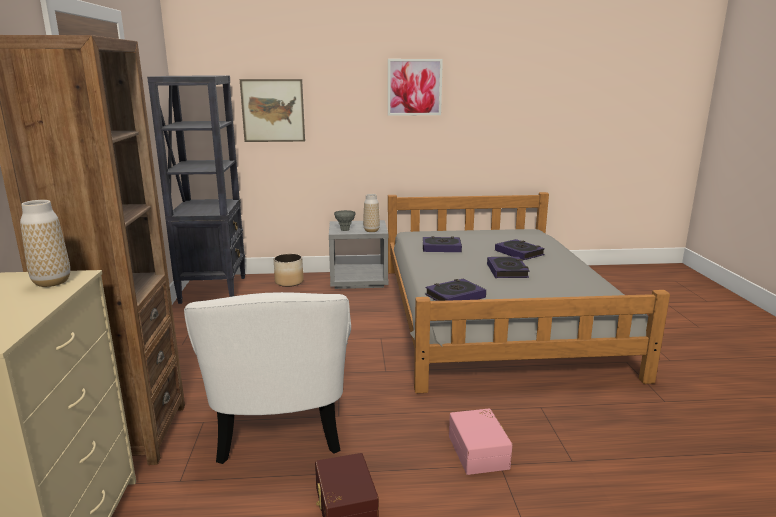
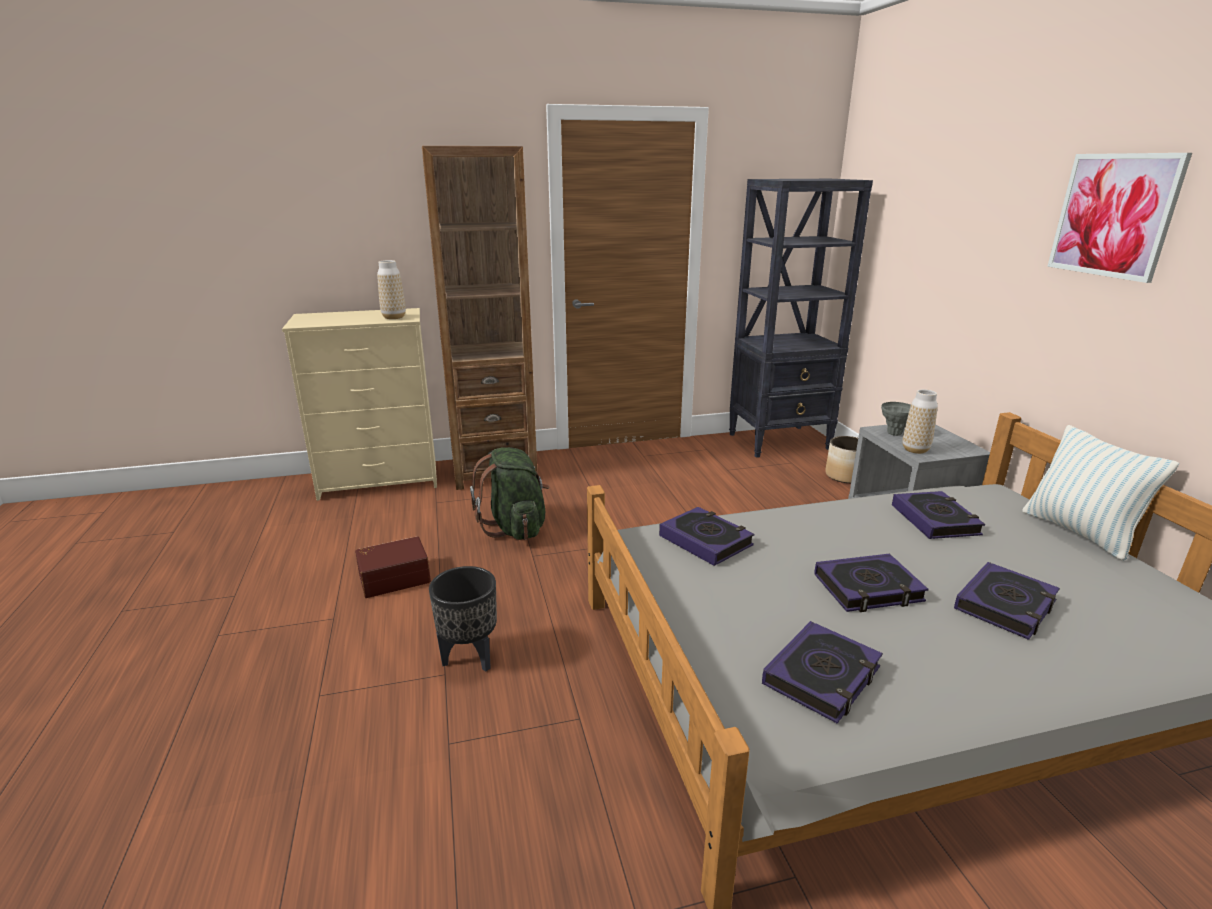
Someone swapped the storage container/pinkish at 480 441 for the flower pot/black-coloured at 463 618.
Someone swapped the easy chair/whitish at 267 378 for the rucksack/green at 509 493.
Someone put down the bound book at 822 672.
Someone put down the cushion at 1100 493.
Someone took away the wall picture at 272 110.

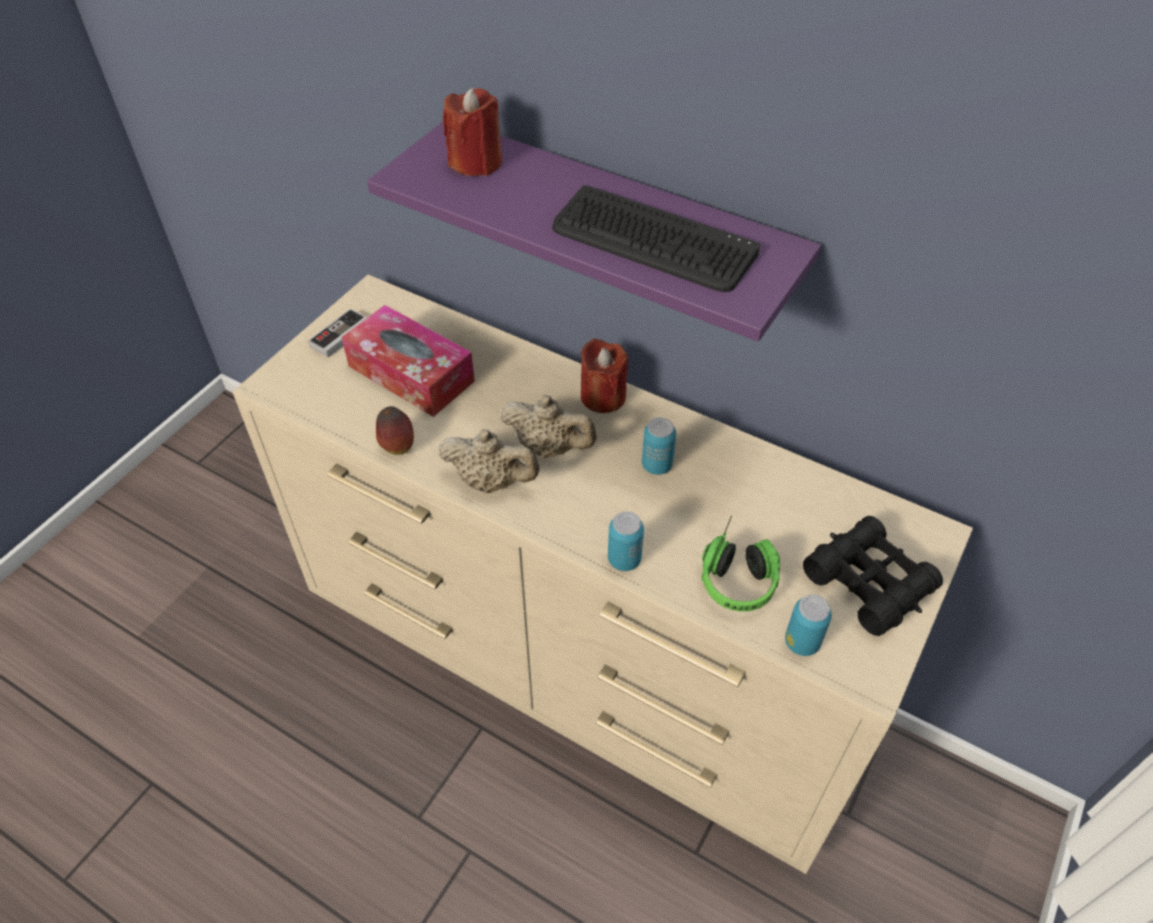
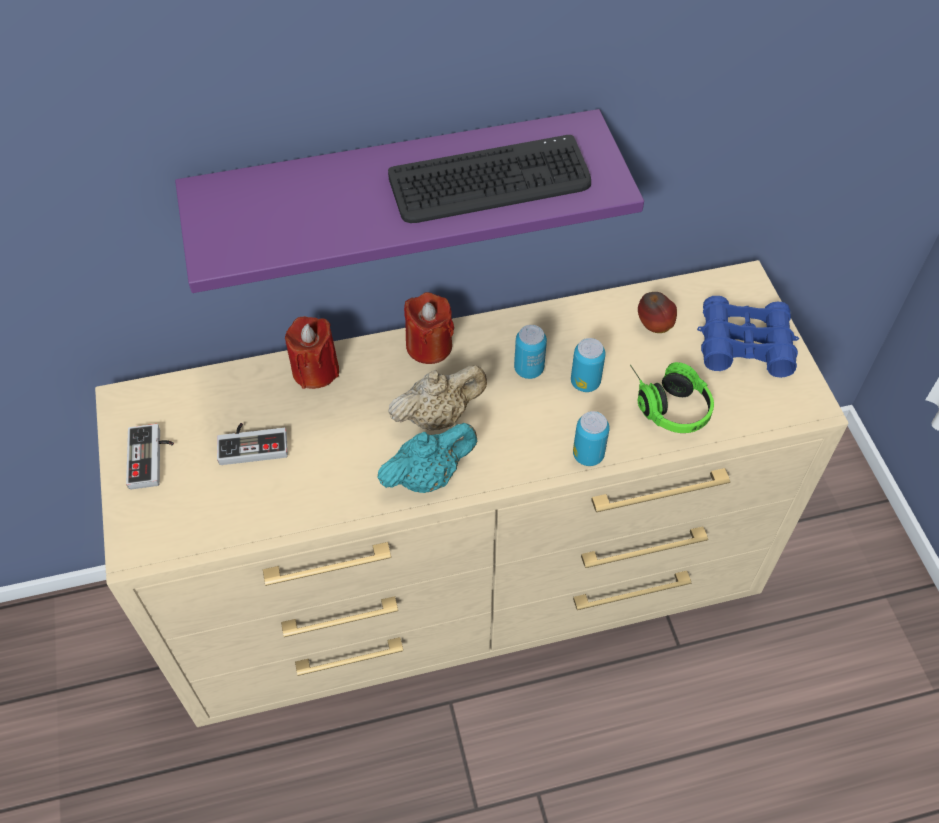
Someone swapped the tissue box at 408 361 for the gamepad at 252 444.
Someone carried the candle/reddish from 472 132 to 312 352.
Someone repainted the teapot/sand-coloured at 489 461, which became the teapot/blue-green at 427 458.
Someone carried the can from 808 625 to 588 365.
Someone carried the apple from 395 430 to 657 312.
Someone repainted the field glasses/black-coloured at 873 576, which became the field glasses/blue-coloured at 748 337.

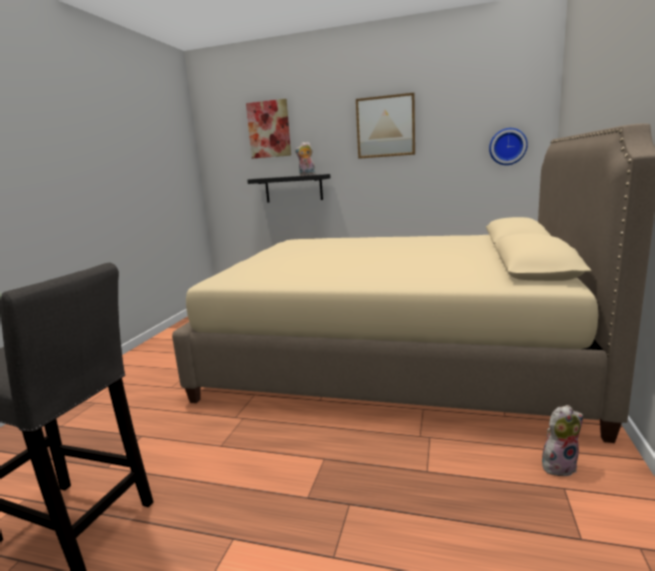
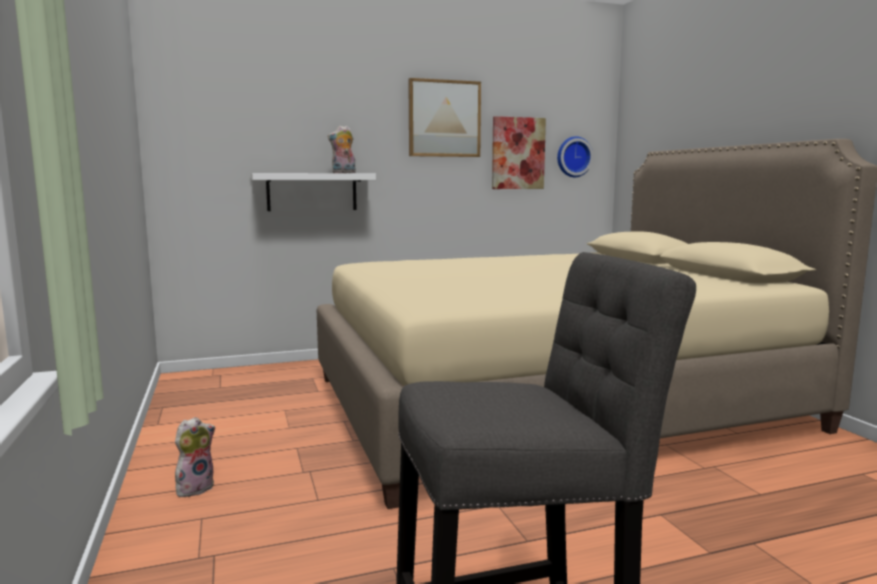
Someone carried the plush toy from 562 440 to 195 457.
Someone repainted the bracket shelf/black-coloured at 289 188, which became the bracket shelf/whitish at 313 192.
Someone carried the wall picture from 268 128 to 519 152.

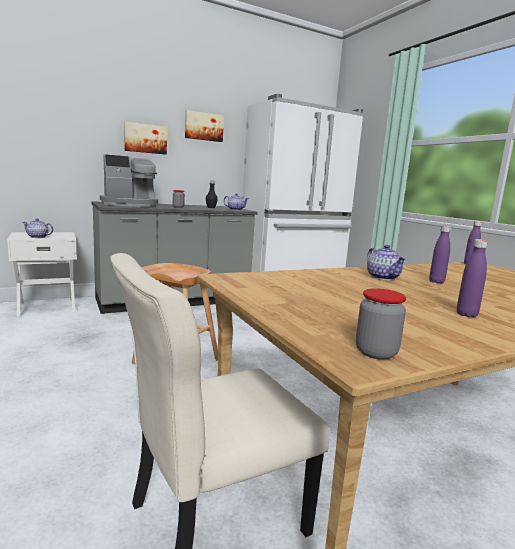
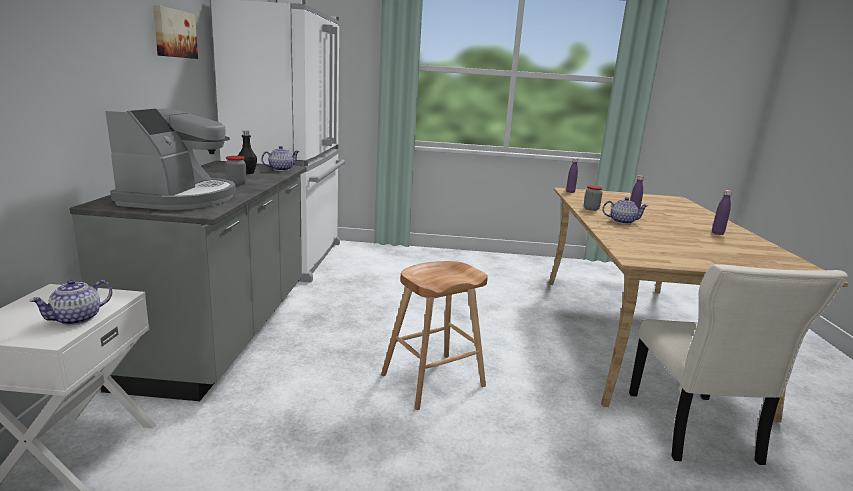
Someone carried the storage jar from 381 323 to 593 198.
Someone took away the wall picture at 145 138.

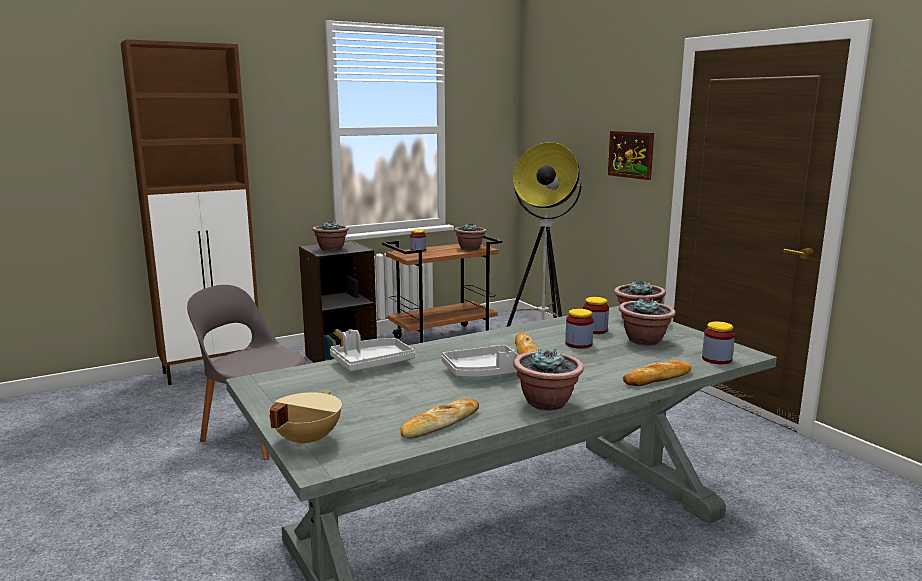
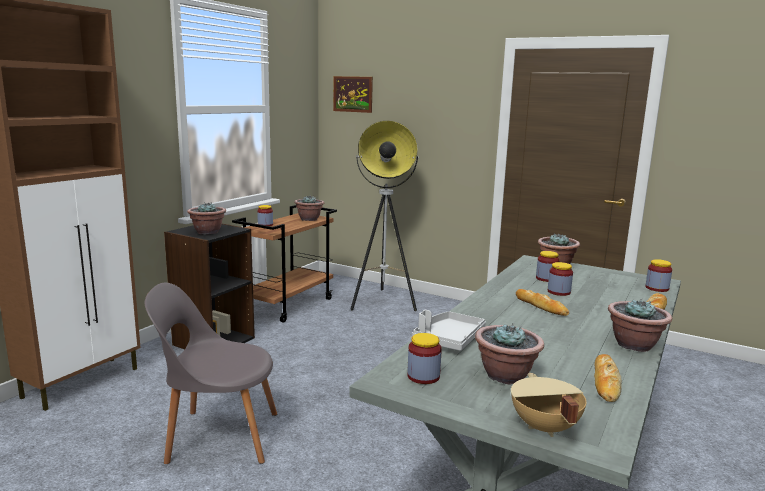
Someone carried the wall picture from 631 155 to 353 94.
Someone put down the storage jar at 424 358.
Someone carried the potted plant from 647 321 to 509 353.
Someone took away the serving tray/grey at 480 361.

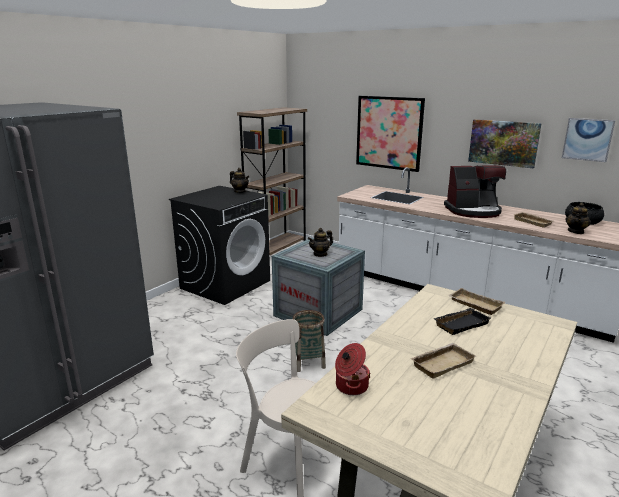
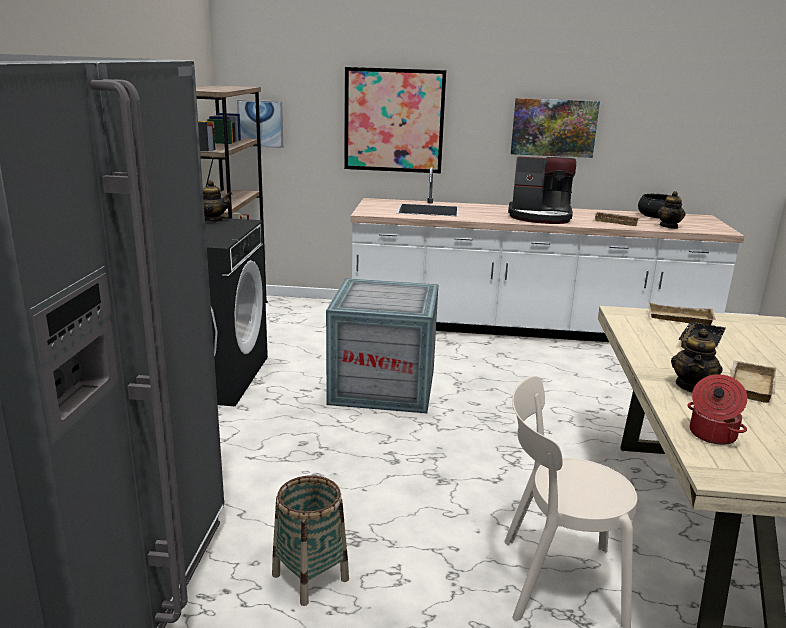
Someone carried the wall picture from 588 140 to 260 124.
Someone carried the household basket from 309 341 to 310 540.
Someone rotated the coffee brewer at 475 191 by 45 degrees clockwise.
Someone carried the teapot from 320 242 to 697 360.

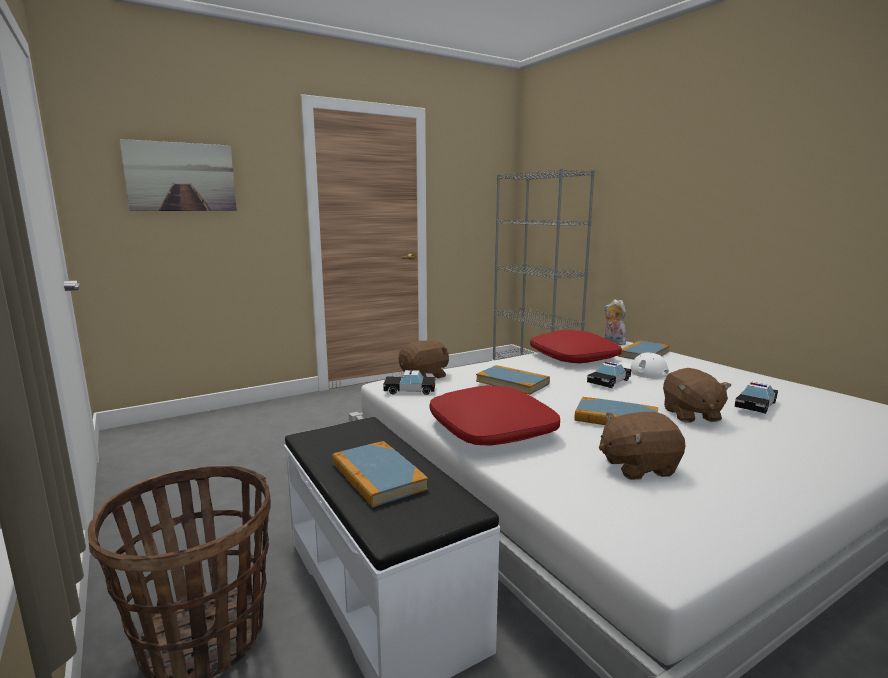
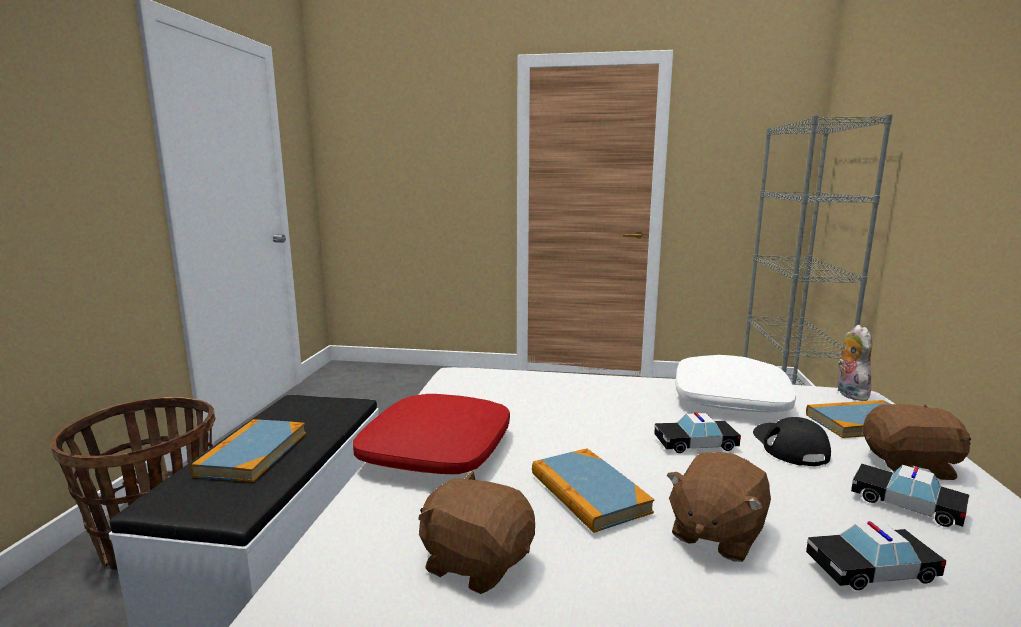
Someone repainted the cushion/reddish at 576 346, which became the cushion/whitish at 735 384.
Someone repainted the peaked cap/whitish at 643 365, which became the peaked cap/black-coloured at 792 441.
Someone carried the model car from 409 382 to 910 495.
Someone carried the plush toy/brownish from 424 359 to 917 442.
Someone took away the wall picture at 178 175.
Someone took away the bound book at 513 380.

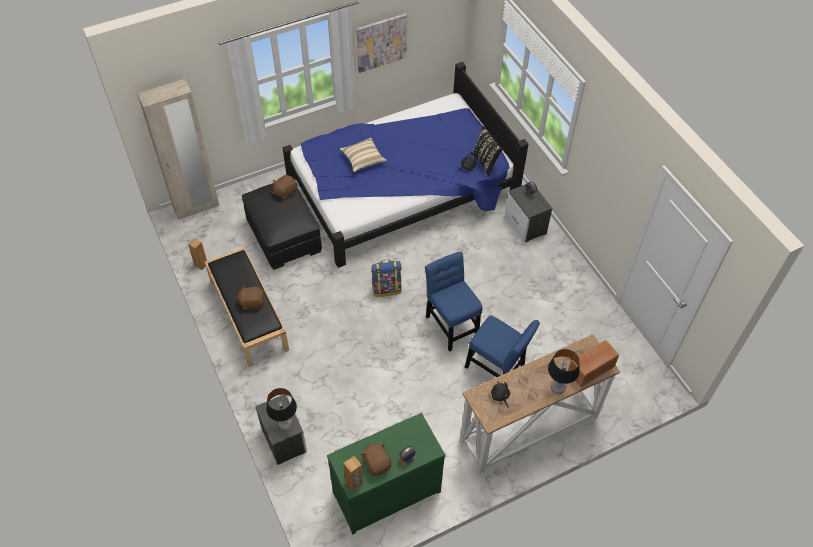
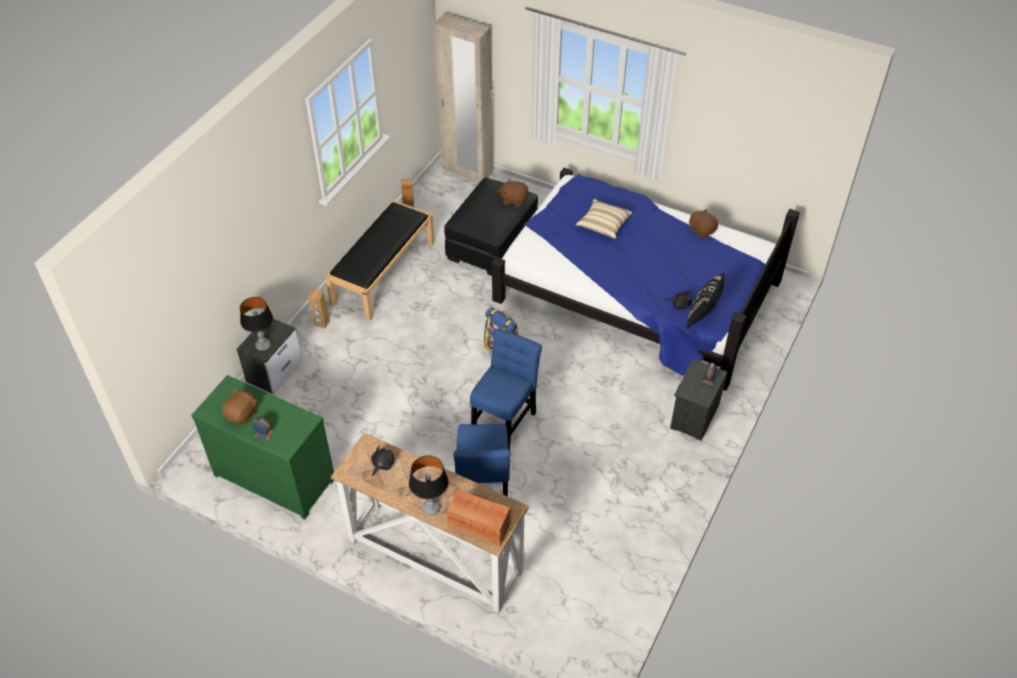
Someone carried the loudspeaker/brownish from 353 474 to 319 308.
Someone carried the plush toy/brownish from 250 298 to 703 223.
Someone took away the wall picture at 382 43.

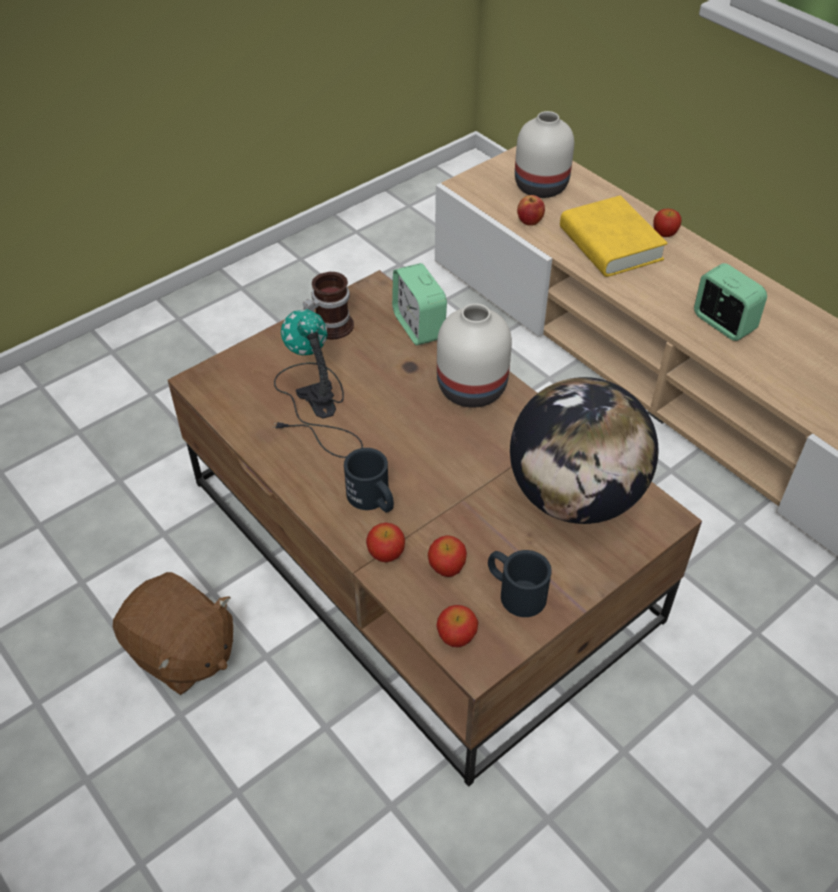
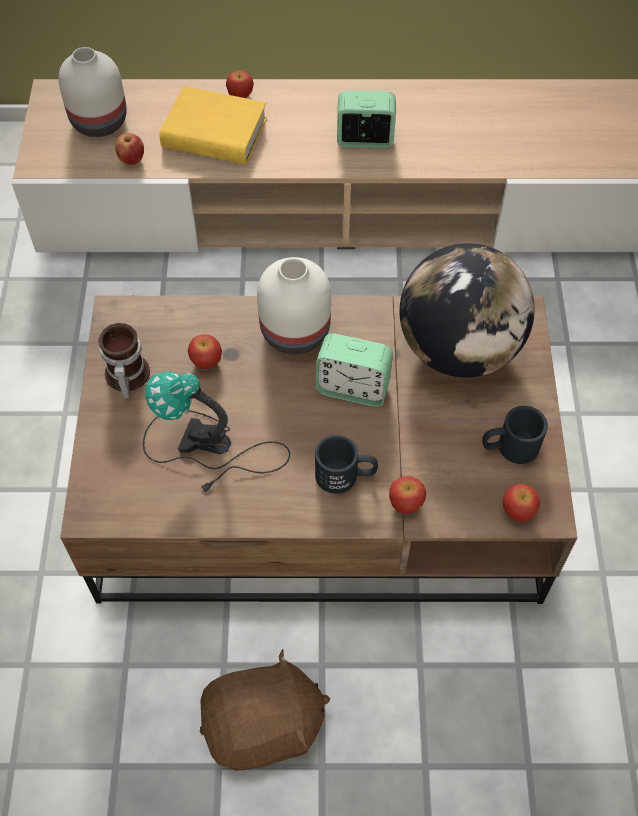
Someone carried the apple from 447 556 to 205 351.
Someone carried the alarm clock from 419 304 to 354 370.

